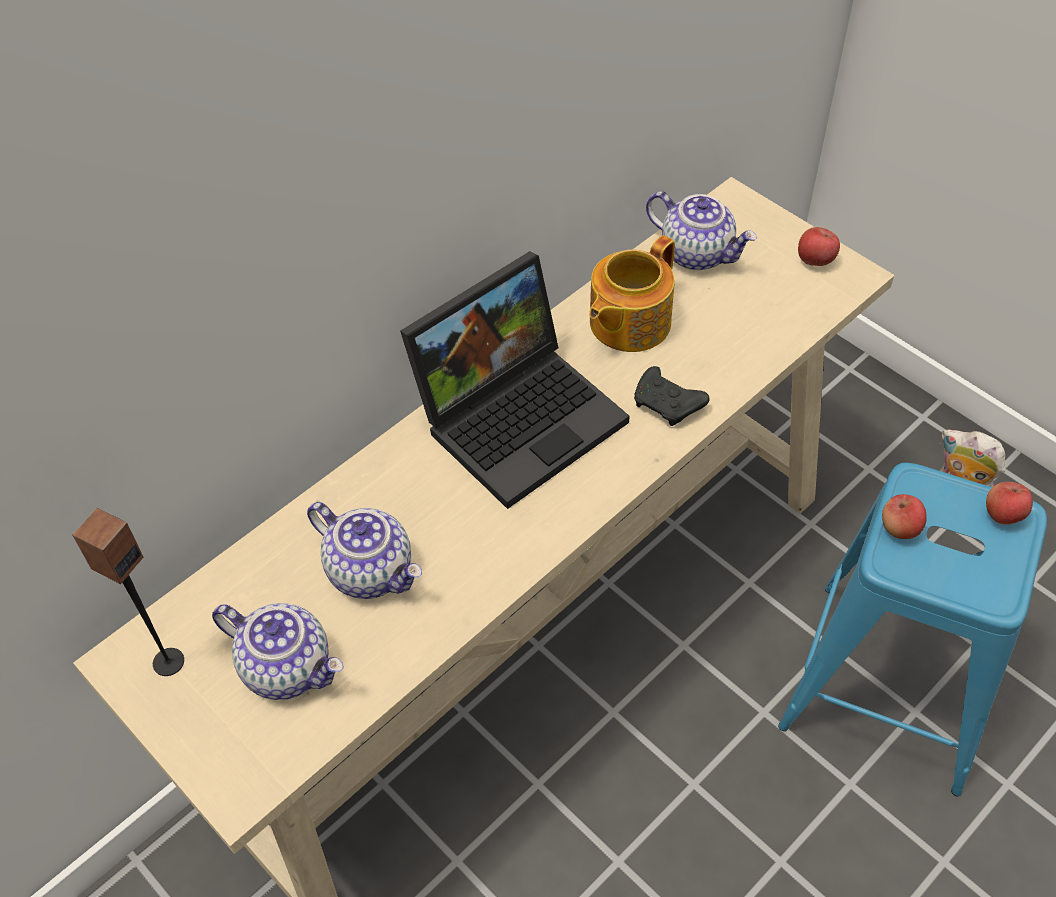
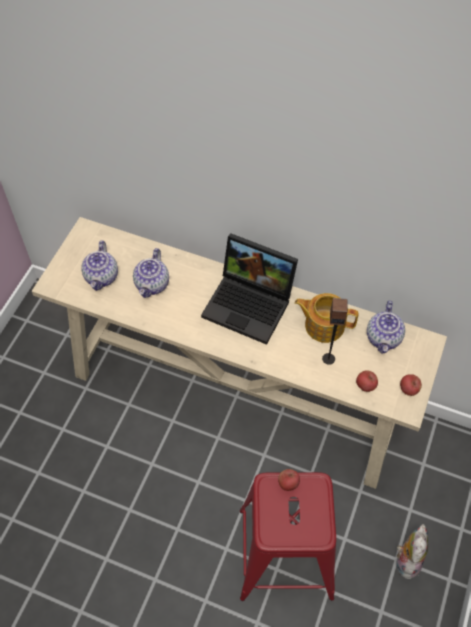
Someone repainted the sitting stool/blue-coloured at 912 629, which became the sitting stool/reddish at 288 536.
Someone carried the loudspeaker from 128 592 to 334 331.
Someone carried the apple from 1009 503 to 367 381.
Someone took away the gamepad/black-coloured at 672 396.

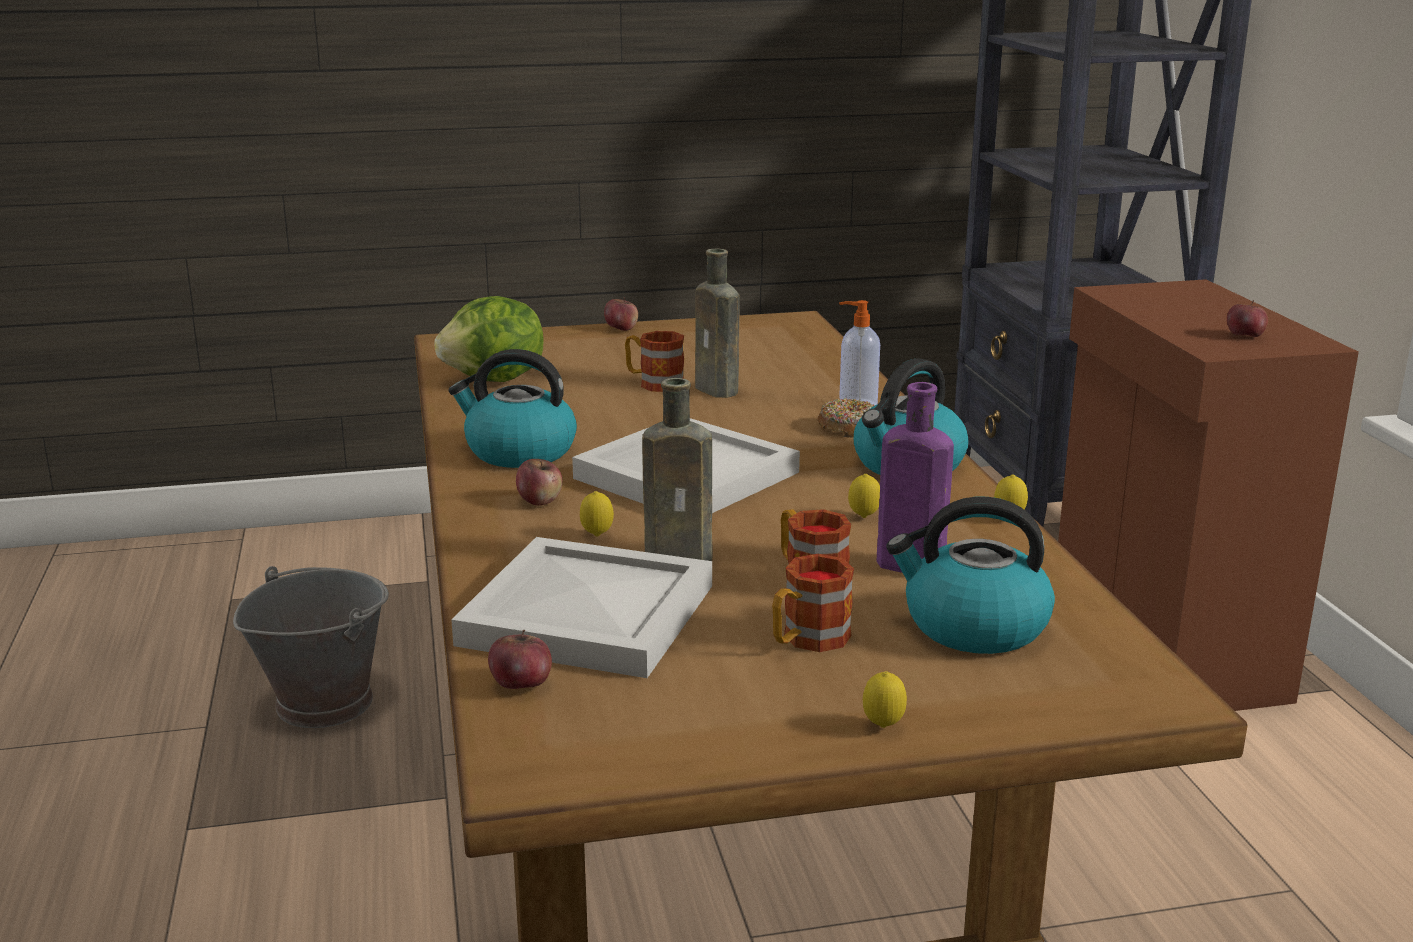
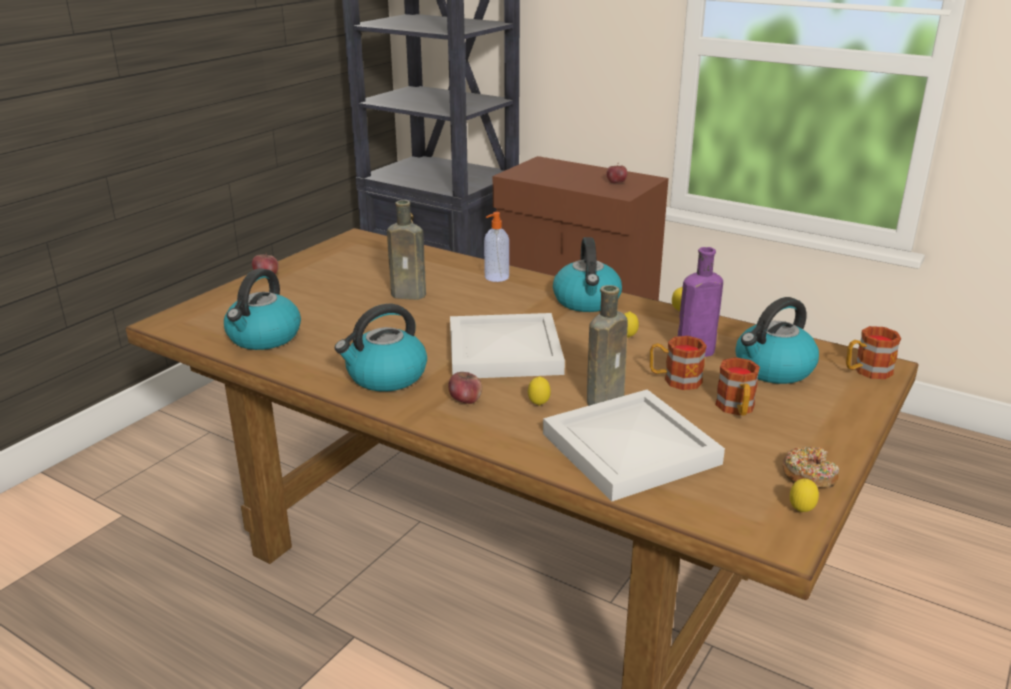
Someone swapped the lettuce at 488 339 for the kettle at 262 309.
Someone carried the ring doughnut from 845 418 to 810 467.
Someone carried the lemon from 885 699 to 804 495.
Someone carried the coffee mug from 654 361 to 873 352.
Someone took away the water bucket/grey at 311 647.
Someone took away the apple at 520 659.

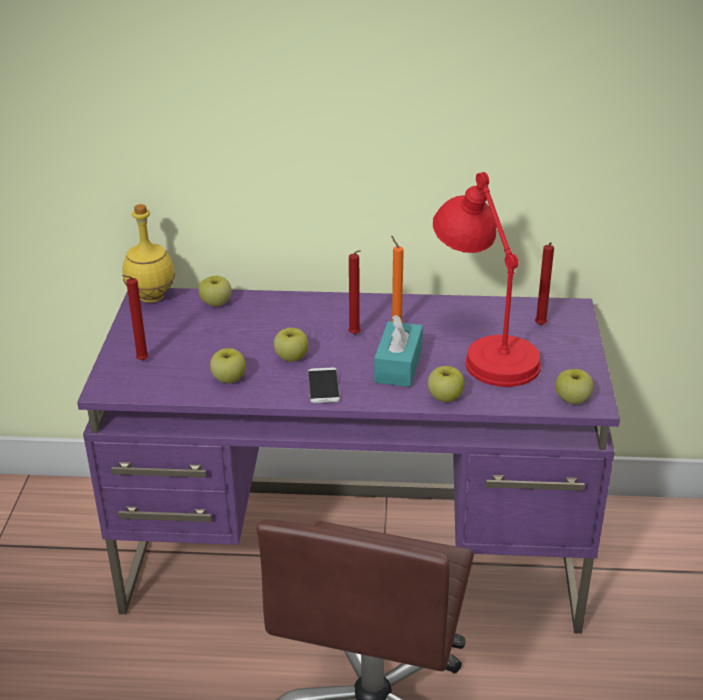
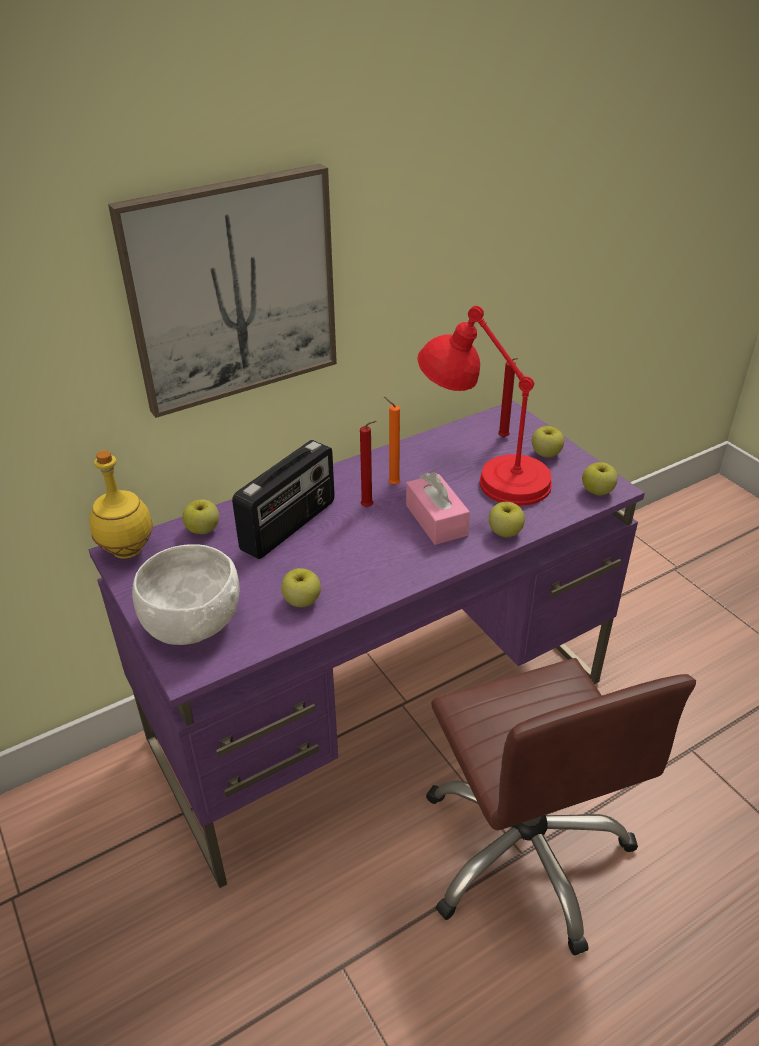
Someone put up the wall picture at 222 291.
Someone swapped the candle/reddish at 135 318 for the deep dish/whitish at 185 594.
Someone put down the radio at 283 499.
Someone repainted the tissue box/blue-green at 398 351, which became the tissue box/pinkish at 438 508.
Someone carried the apple from 291 345 to 548 442.
Someone took away the telephone at 324 385.

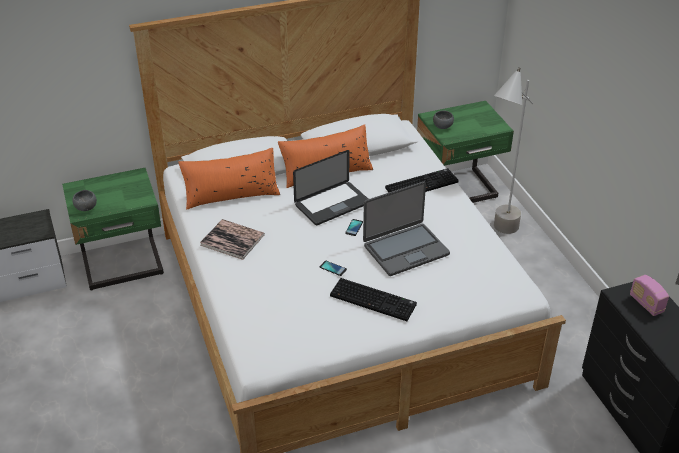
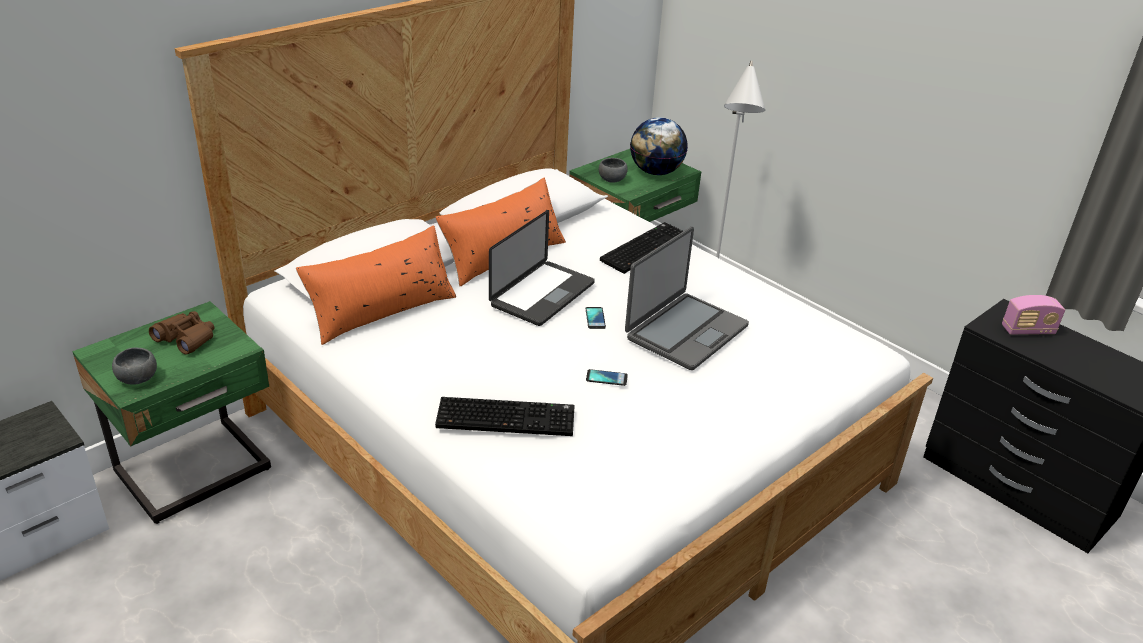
Someone put down the field glasses/brownish at 181 333.
Someone carried the PC keyboard from 373 299 to 505 416.
Someone put down the world globe at 659 146.
Someone rotated the radio at 649 295 by 45 degrees counterclockwise.
Someone took away the bound book at 232 239.

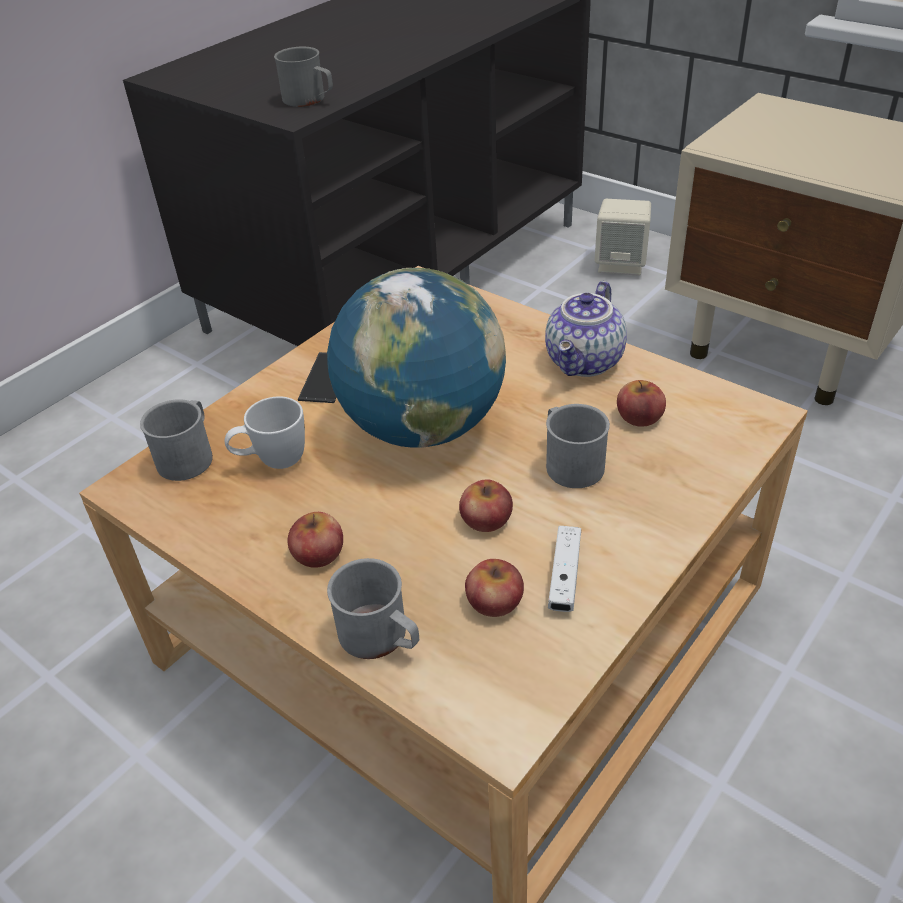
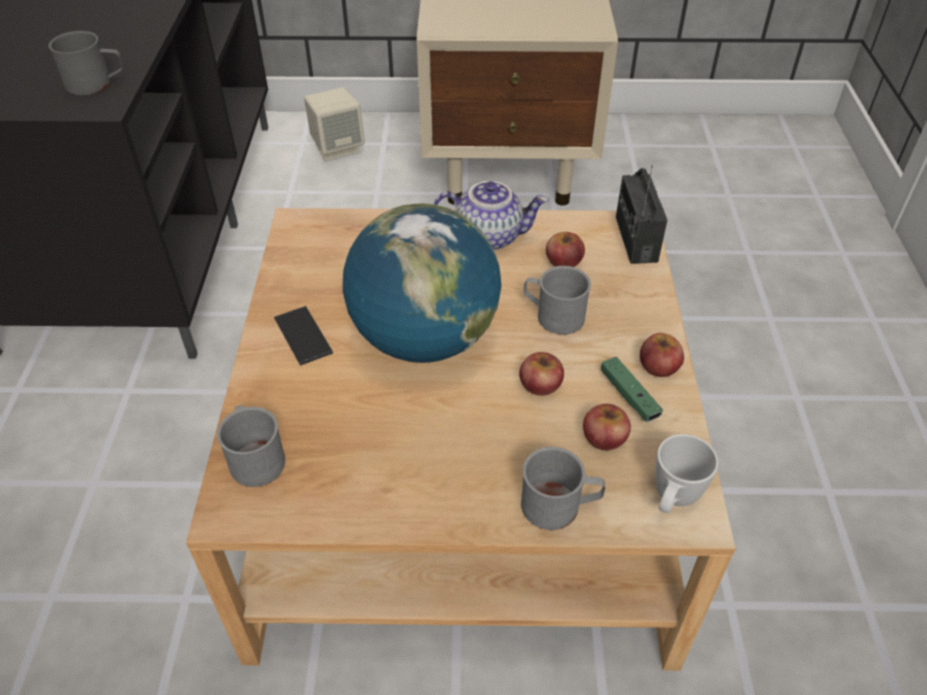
Someone rotated the teapot at 586 329 by 75 degrees counterclockwise.
Someone repainted the gamepad/whitish at 564 569, which became the gamepad/green at 632 389.
Someone put down the radio at 641 214.
Someone carried the apple from 315 540 to 662 355.
Someone carried the coffee mug/whitish from 265 432 to 686 473.

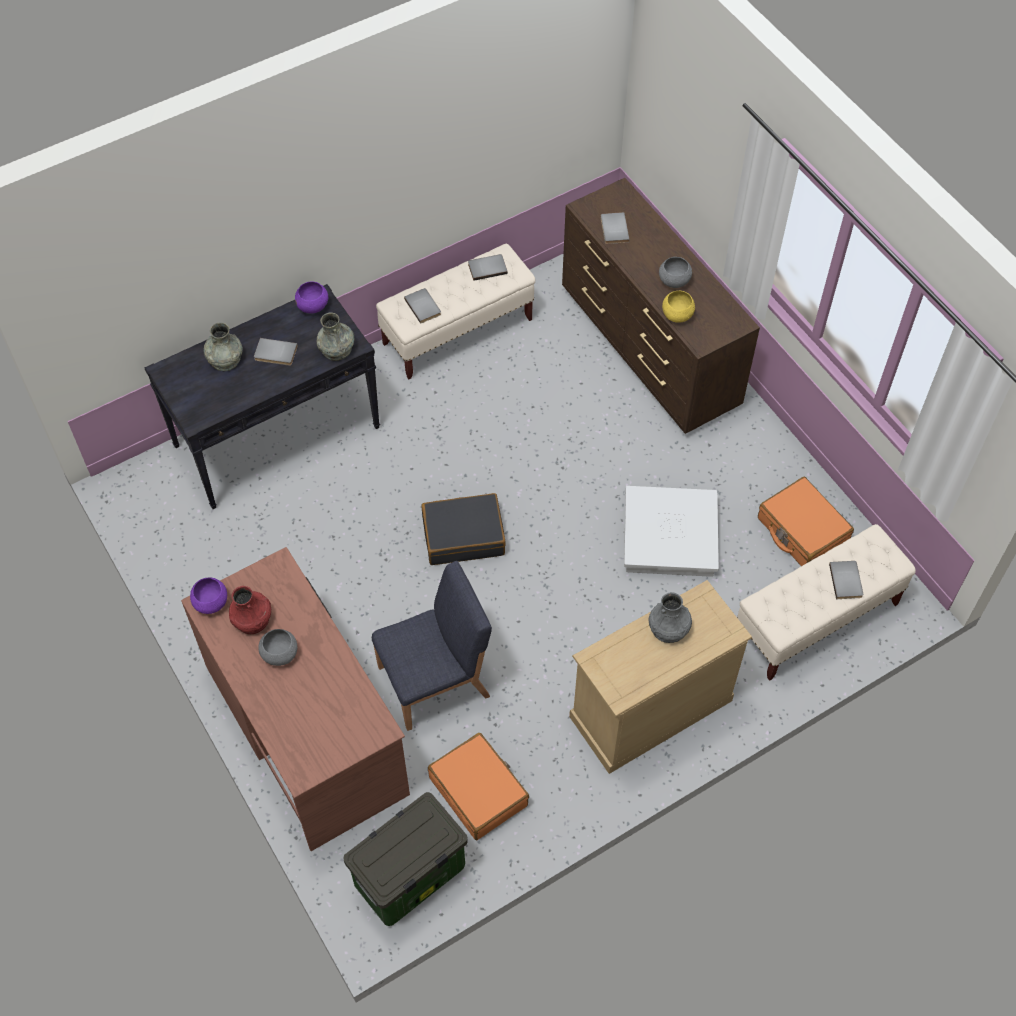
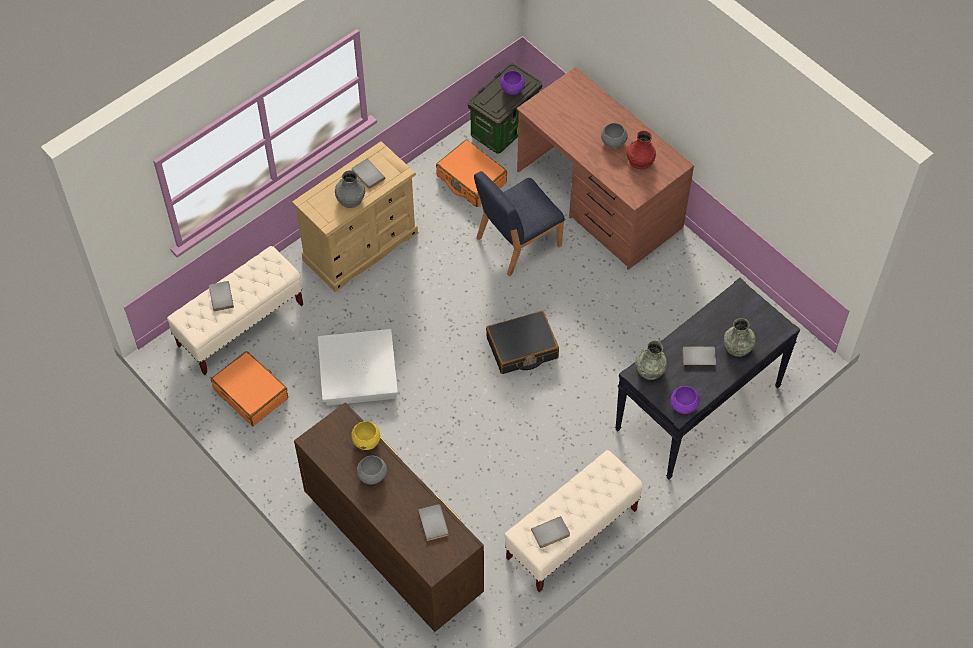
Someone carried the bound book/grey from 422 306 to 368 174.
Someone carried the deep dish/purple from 208 596 to 512 83.

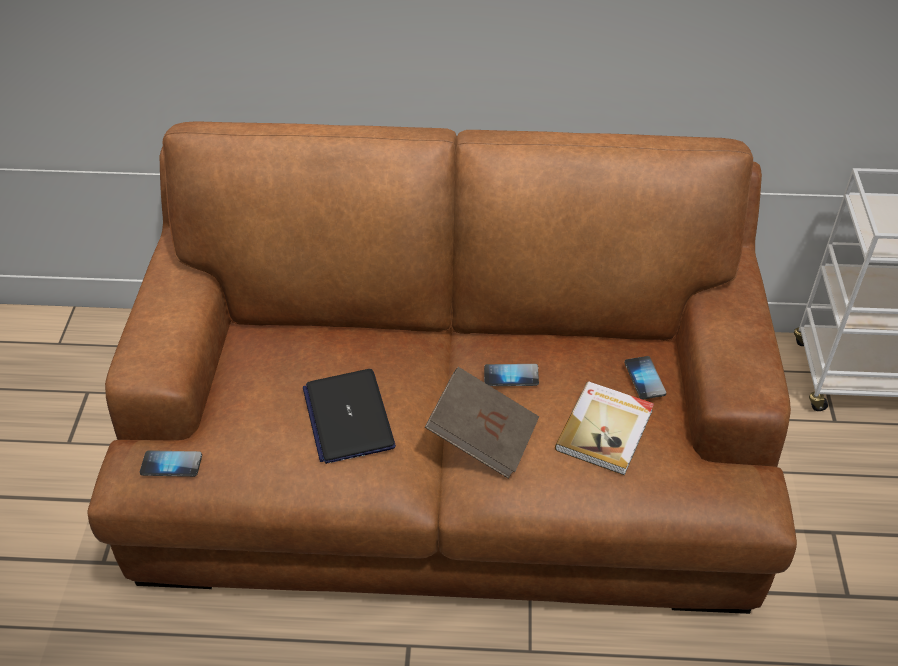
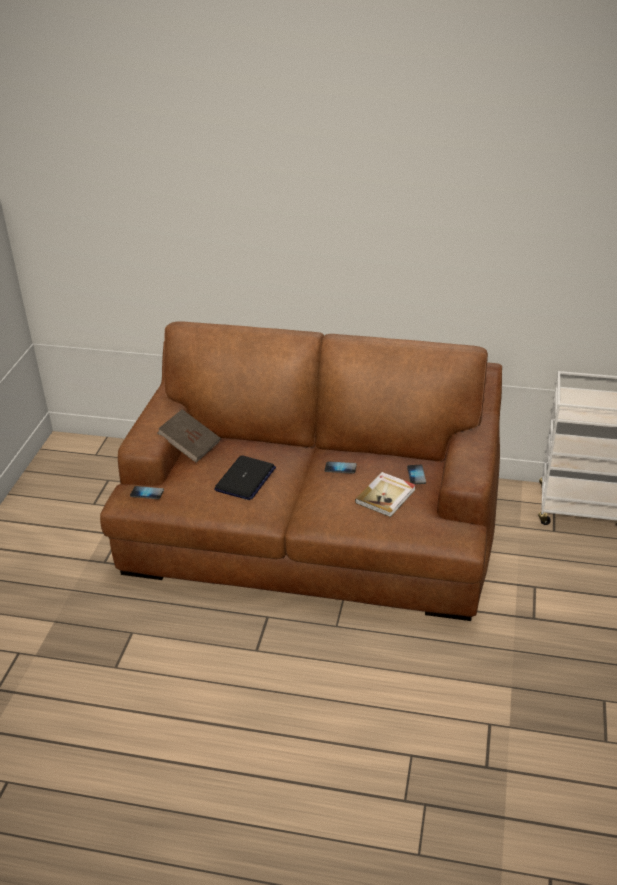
Someone carried the bound book/brownish from 482 423 to 189 436.
Someone rotated the notebook computer at 349 416 by 150 degrees counterclockwise.

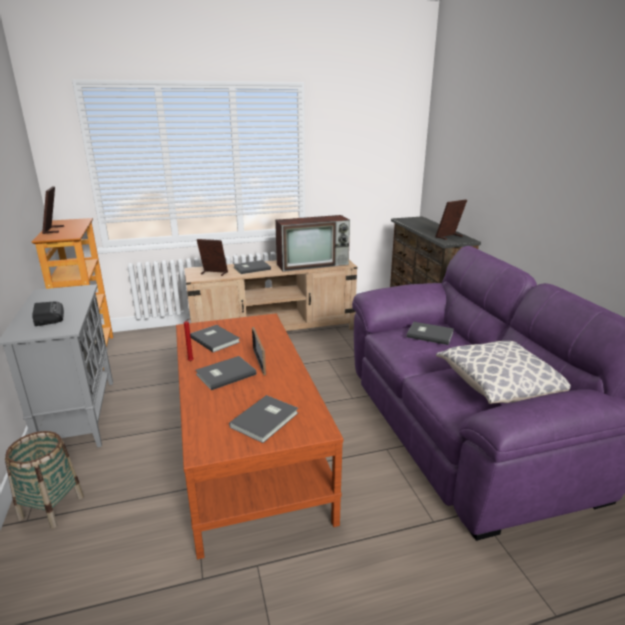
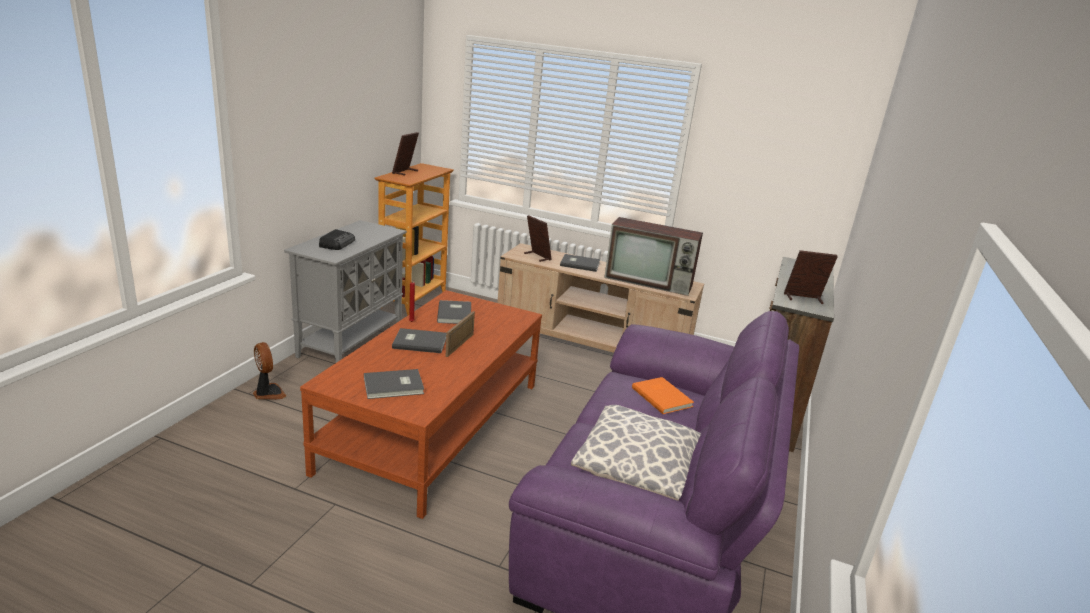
Someone swapped the household basket at 44 480 for the fan at 269 371.
Someone repainted the bound book/grey at 430 333, which became the bound book/orange at 663 395.

